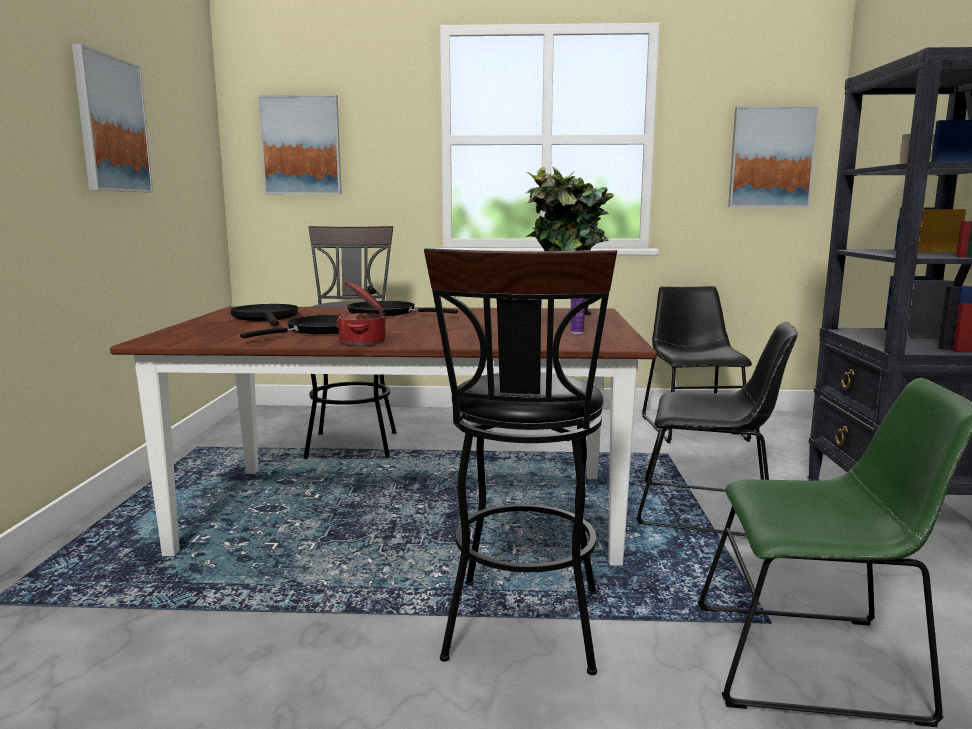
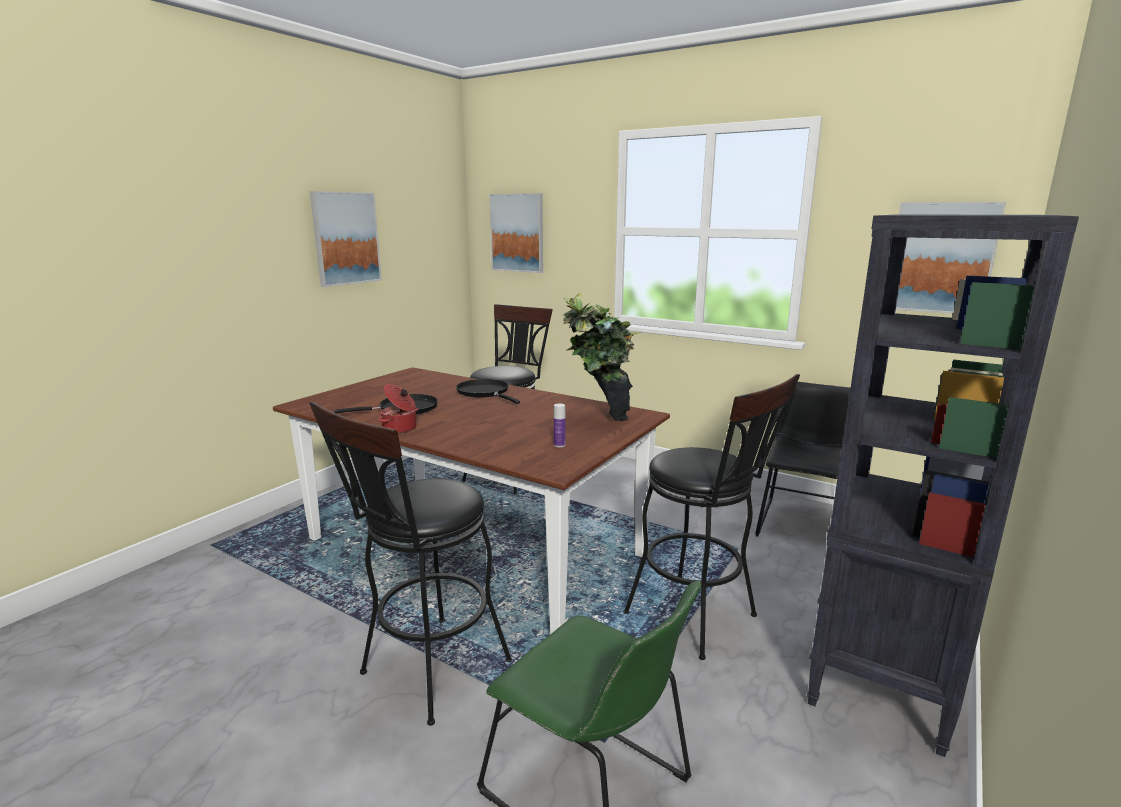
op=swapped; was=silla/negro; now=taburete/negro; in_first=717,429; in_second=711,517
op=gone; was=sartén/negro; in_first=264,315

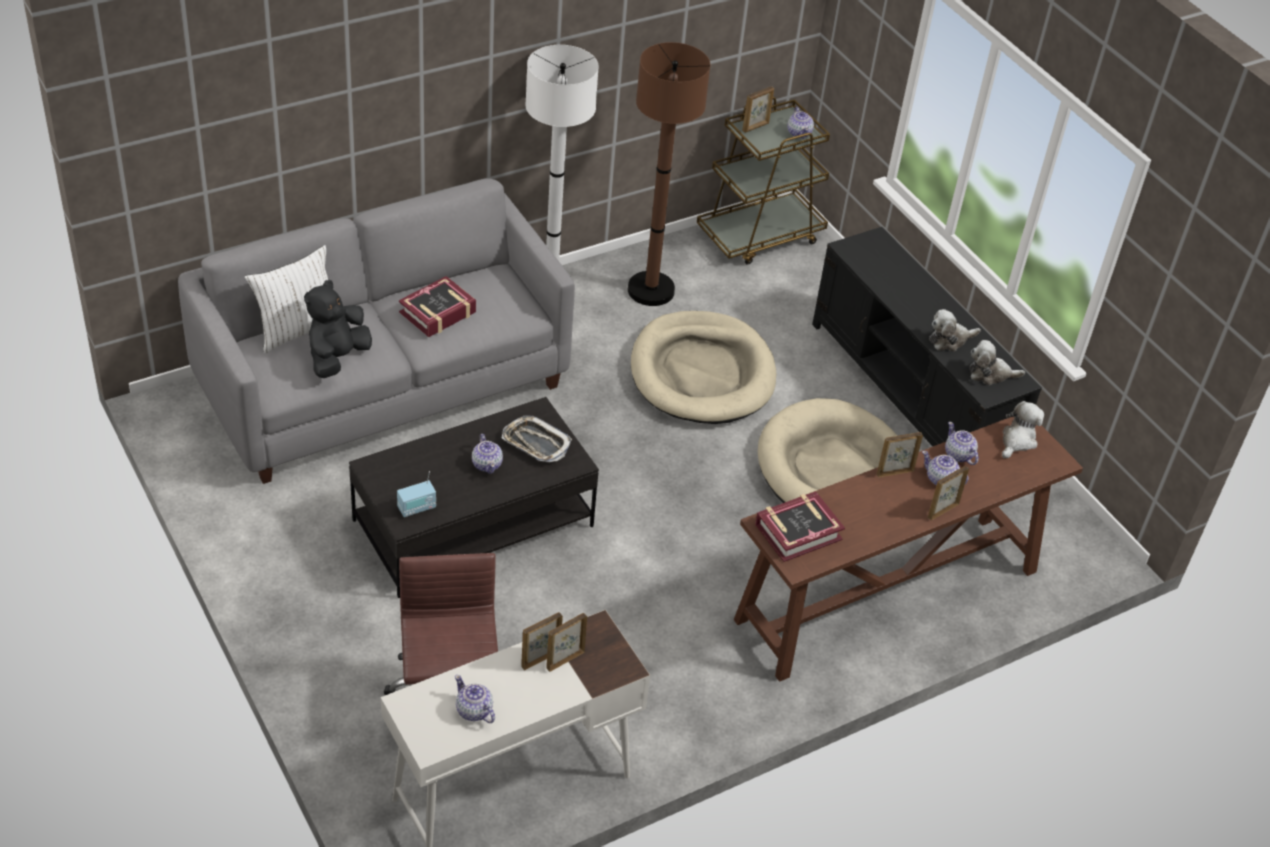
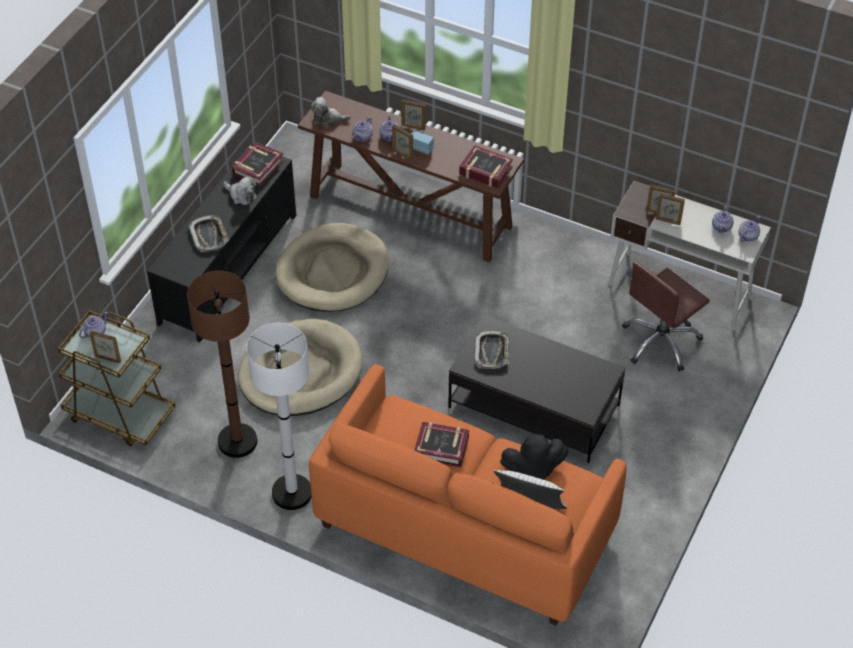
op=new; now=bandeja; in_second=209,233
op=swapped; was=peluche; now=libro; in_first=997,362; in_second=258,164
op=repainted; was=sofá/gris; now=sofá/naranja; in_first=376,331; in_second=468,495
op=shifted; was=radio; in_first=416,494; in_second=422,141
op=shifted; was=tetera; in_first=487,454; in_second=749,229

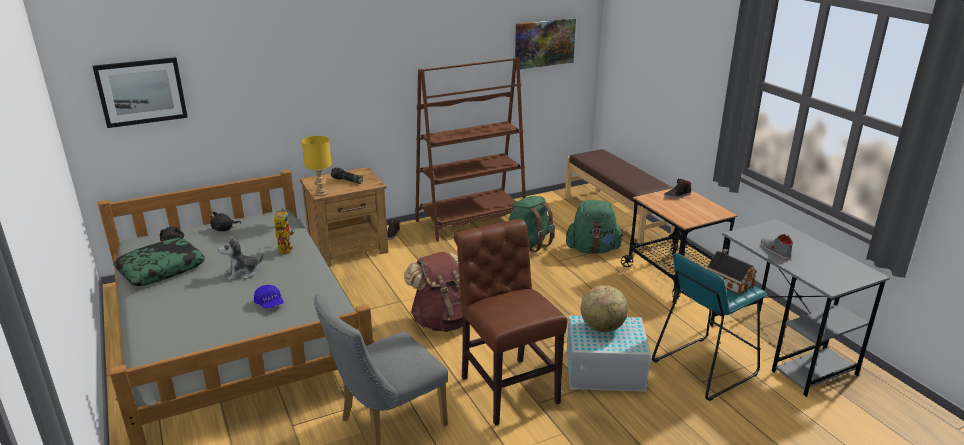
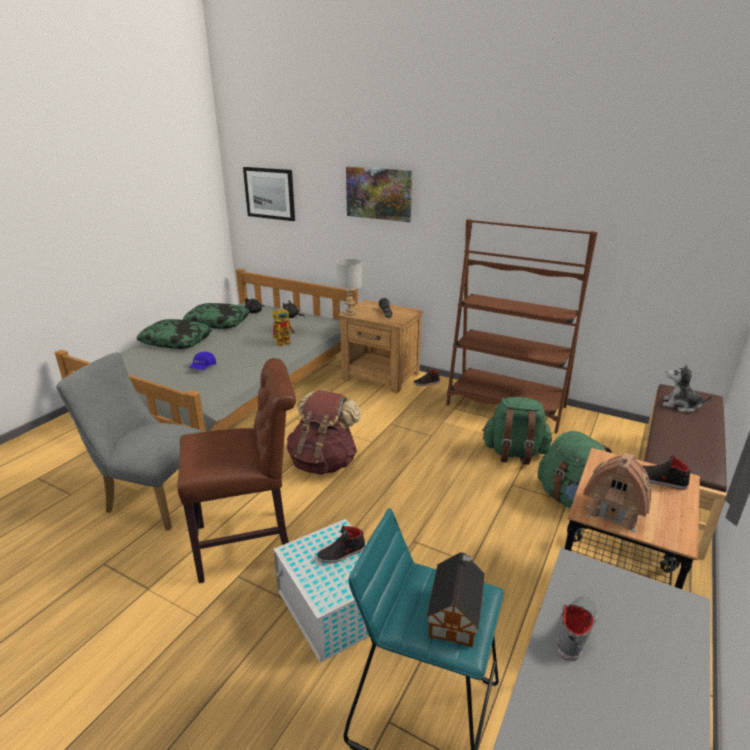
op=new; now=cojín; in_second=174,334
op=rotated; was=silla/marrón; in_first=511,322; in_second=236,470; clockwise=45
op=swapped; was=globo terráqueo; now=zapato/negro; in_first=604,308; in_second=341,545
op=repainted; was=lámpara de mesa/amarillo; now=lámpara de mesa/gris; in_first=316,166; in_second=349,287
op=shifted; was=cuadro; in_first=545,43; in_second=379,194
op=new; now=casita; in_second=617,493
op=shifted; was=peluche; in_first=240,258; in_second=687,388

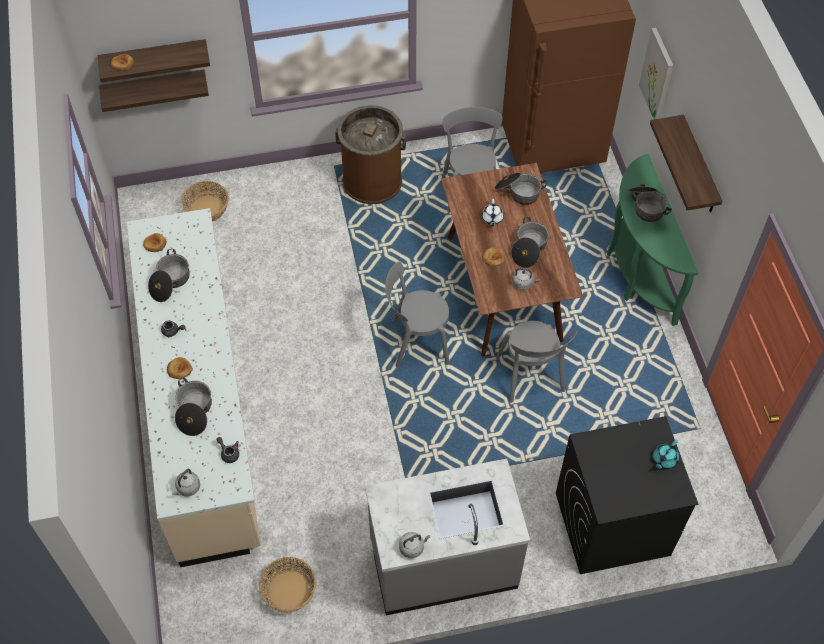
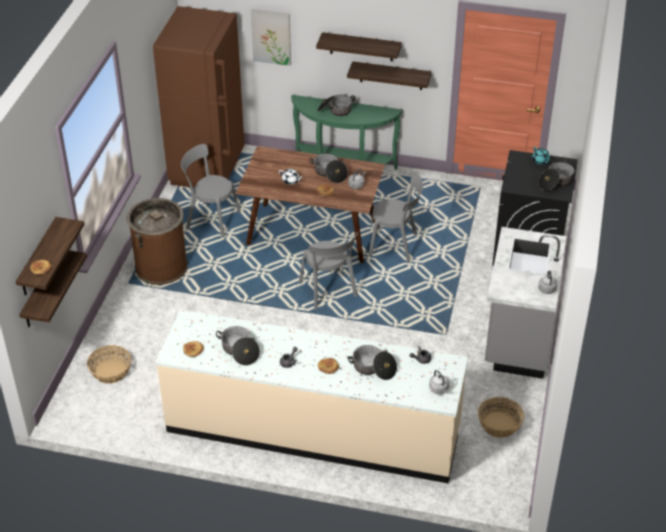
op=rotated; was=silla/gris; in_first=417,314; in_second=328,270; clockwise=-45
op=new; now=estante; in_second=389,75
op=shifted; was=olla; in_first=521,189; in_second=556,175

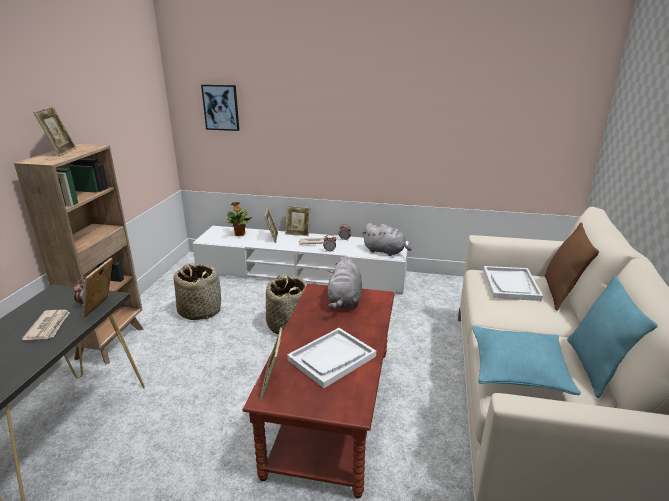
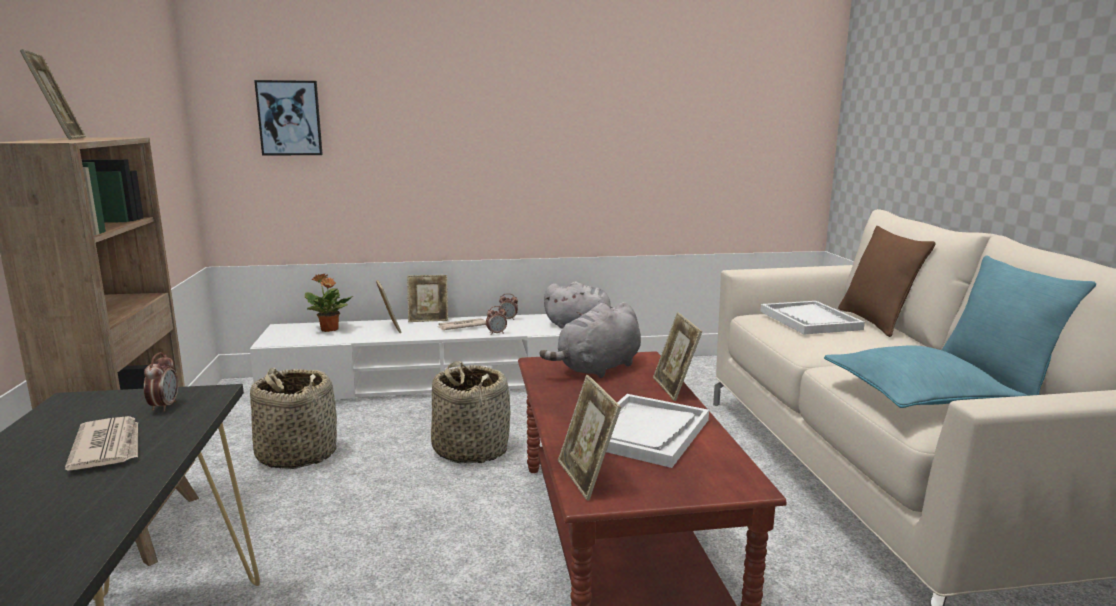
op=rotated; was=peluche/gris; in_first=345,282; in_second=590,340; clockwise=60
op=shifted; was=portarretratos; in_first=97,288; in_second=677,356

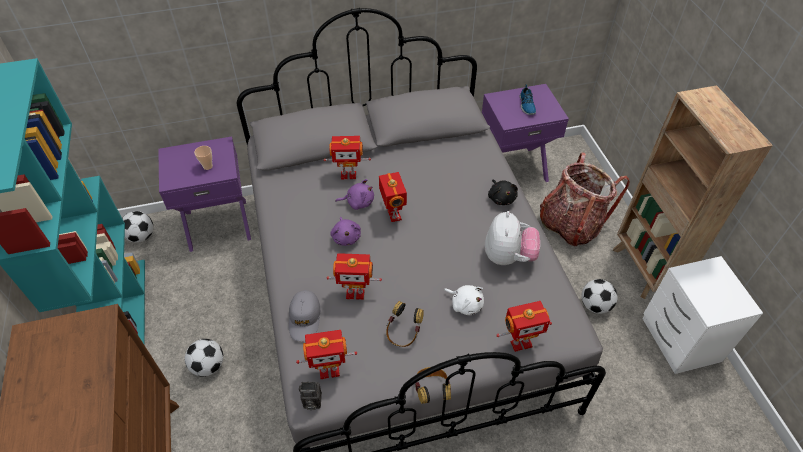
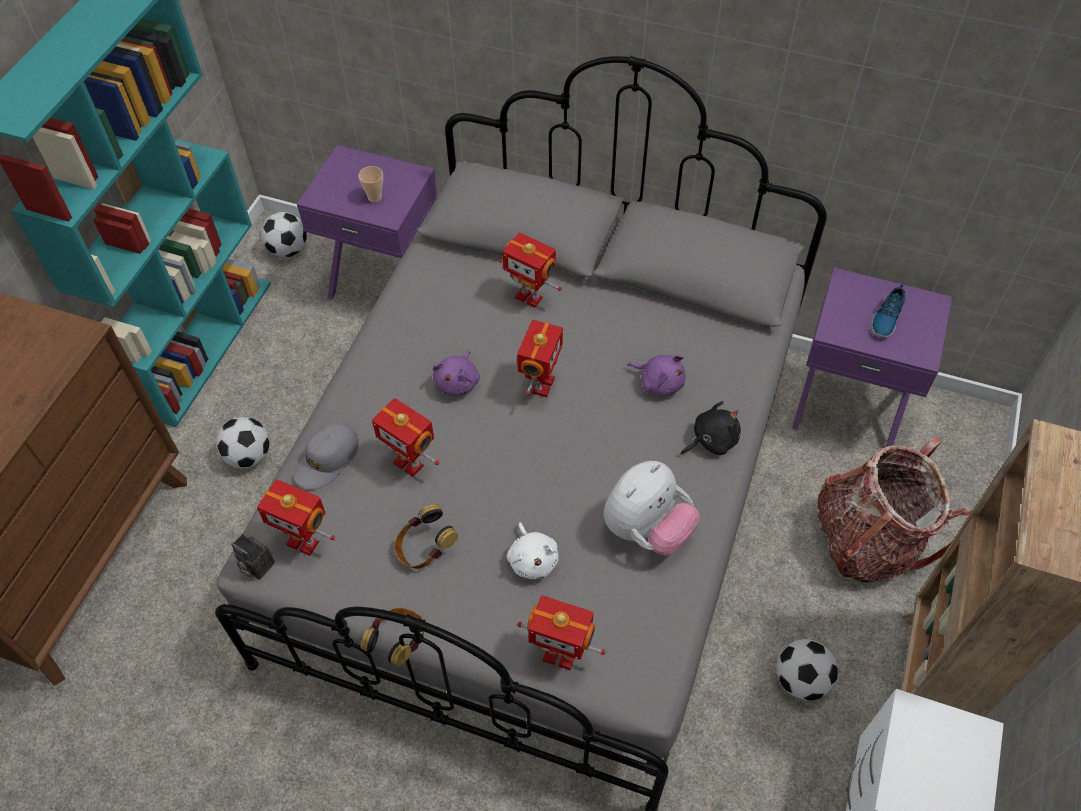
op=shifted; was=peluche/morado; in_first=354,194; in_second=656,375
op=rotated; was=peluche/negro; in_first=503,192; in_second=711,428; clockwise=-135

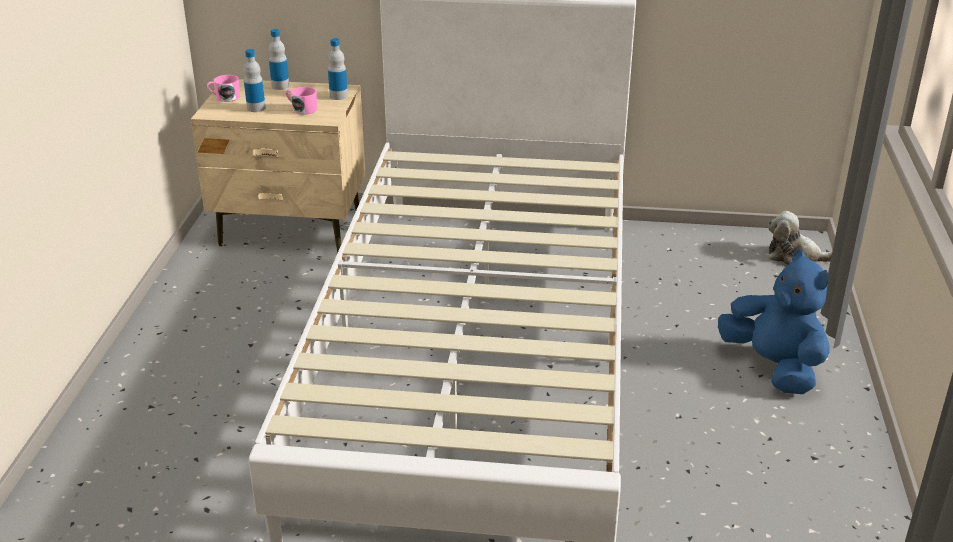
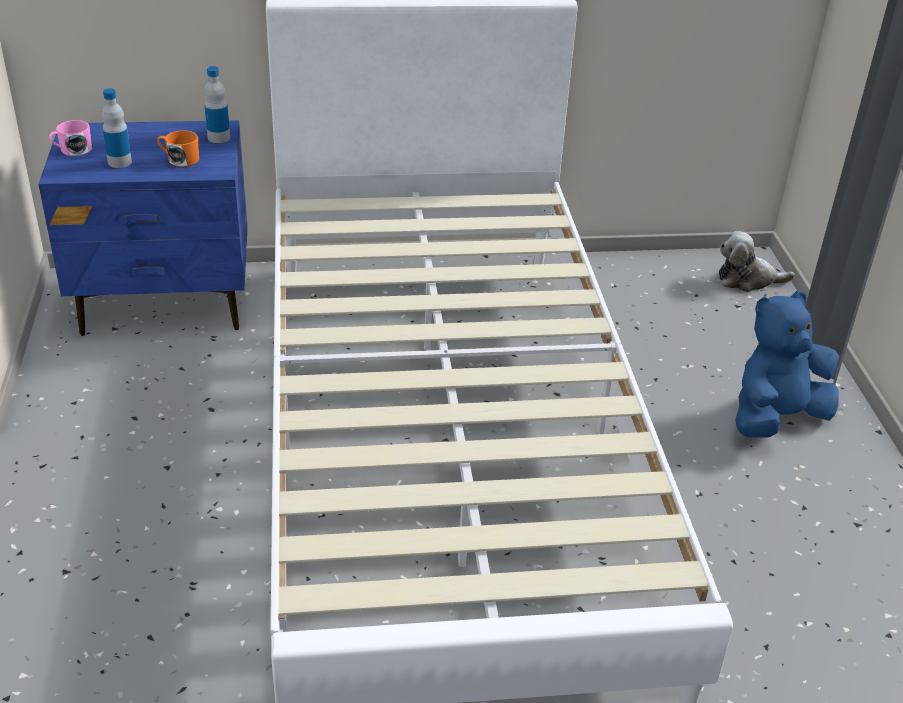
op=repainted; was=mesita de noche/beis; now=mesita de noche/azul; in_first=278,165; in_second=143,228
op=repainted; was=taza grande/rosa; now=taza grande/naranja; in_first=301,101; in_second=178,148
op=rotated; was=peluche/azul; in_first=774,321; in_second=787,363; clockwise=-75
op=gone; was=botella; in_first=279,59

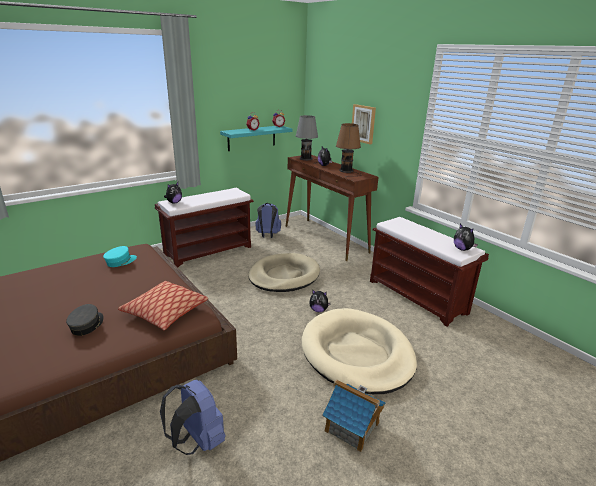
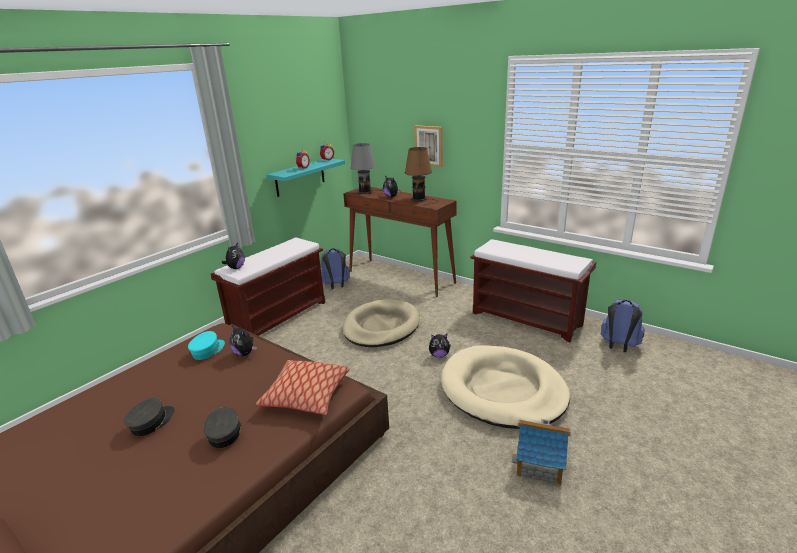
op=new; now=gorra/gris; in_second=149,417
op=shifted; was=peluche; in_first=466,237; in_second=243,340
op=shifted; was=mochila/azul; in_first=192,417; in_second=623,325

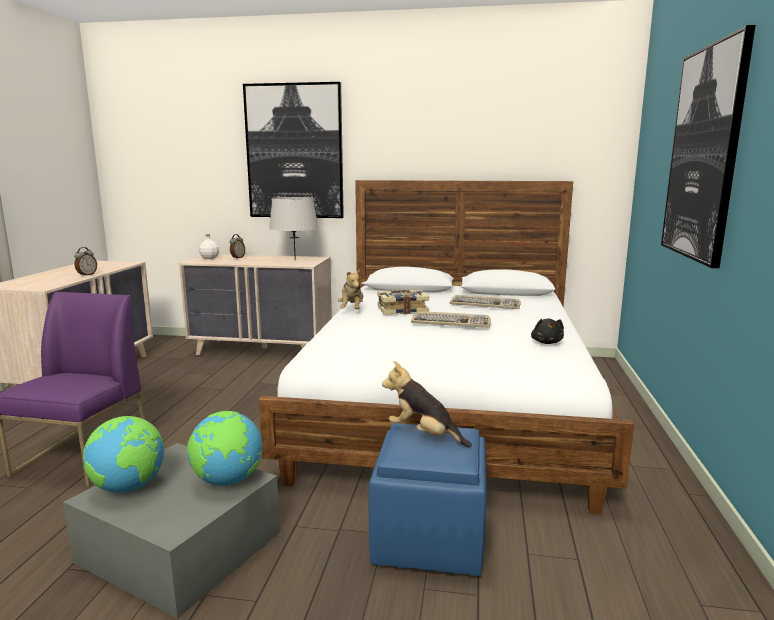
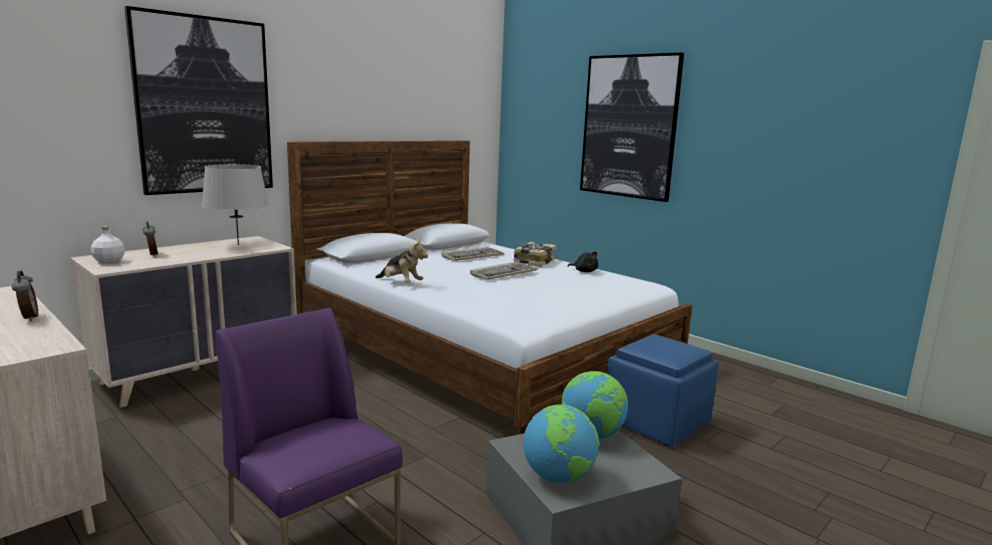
op=shifted; was=libro; in_first=403,302; in_second=534,254
op=gone; was=peluche; in_first=427,404

